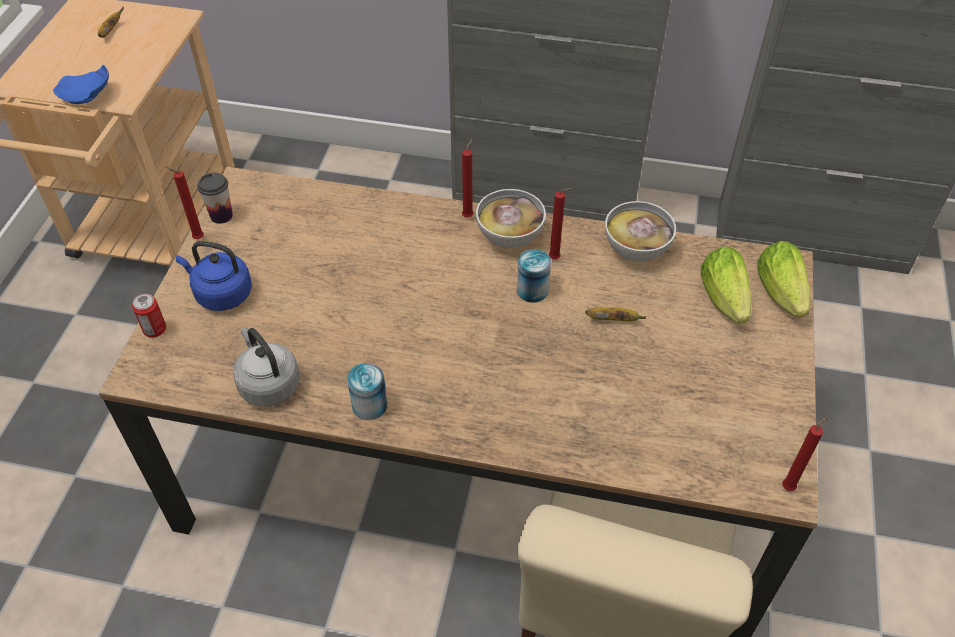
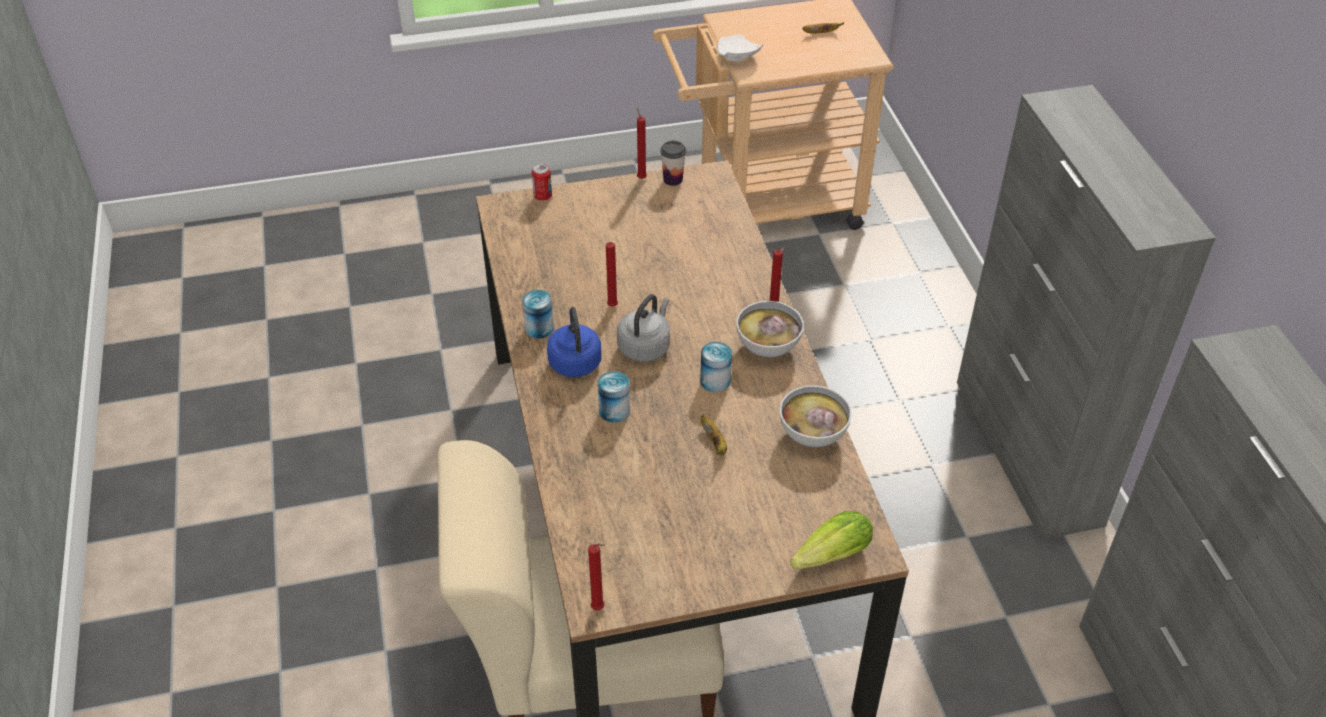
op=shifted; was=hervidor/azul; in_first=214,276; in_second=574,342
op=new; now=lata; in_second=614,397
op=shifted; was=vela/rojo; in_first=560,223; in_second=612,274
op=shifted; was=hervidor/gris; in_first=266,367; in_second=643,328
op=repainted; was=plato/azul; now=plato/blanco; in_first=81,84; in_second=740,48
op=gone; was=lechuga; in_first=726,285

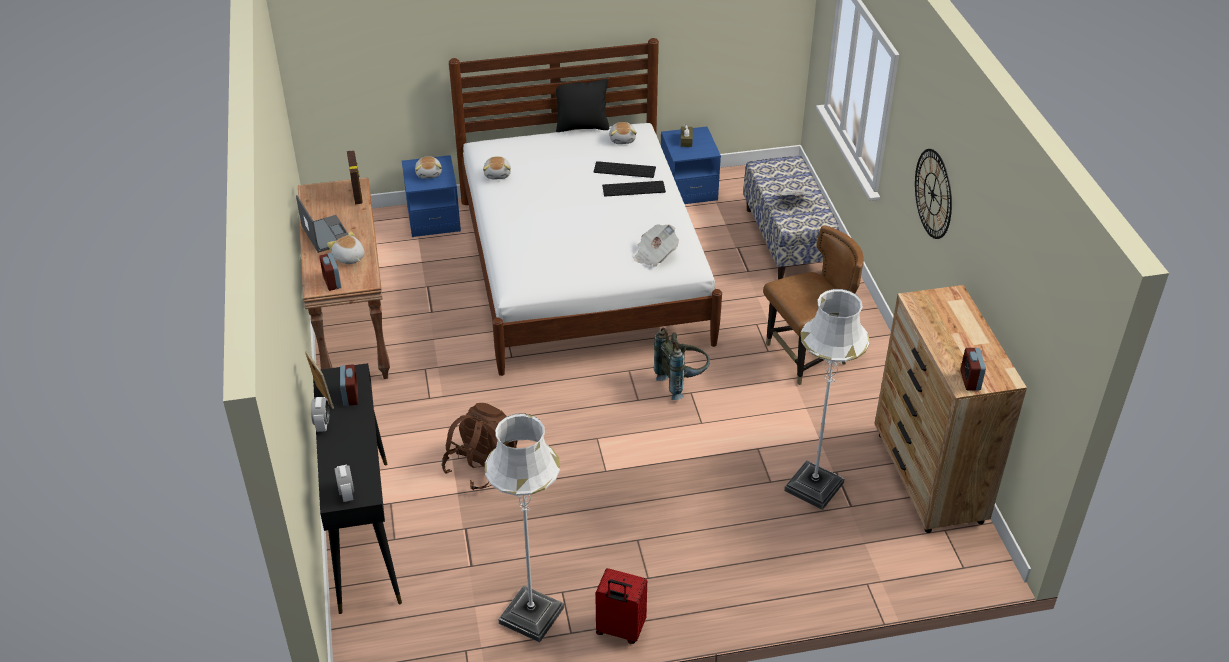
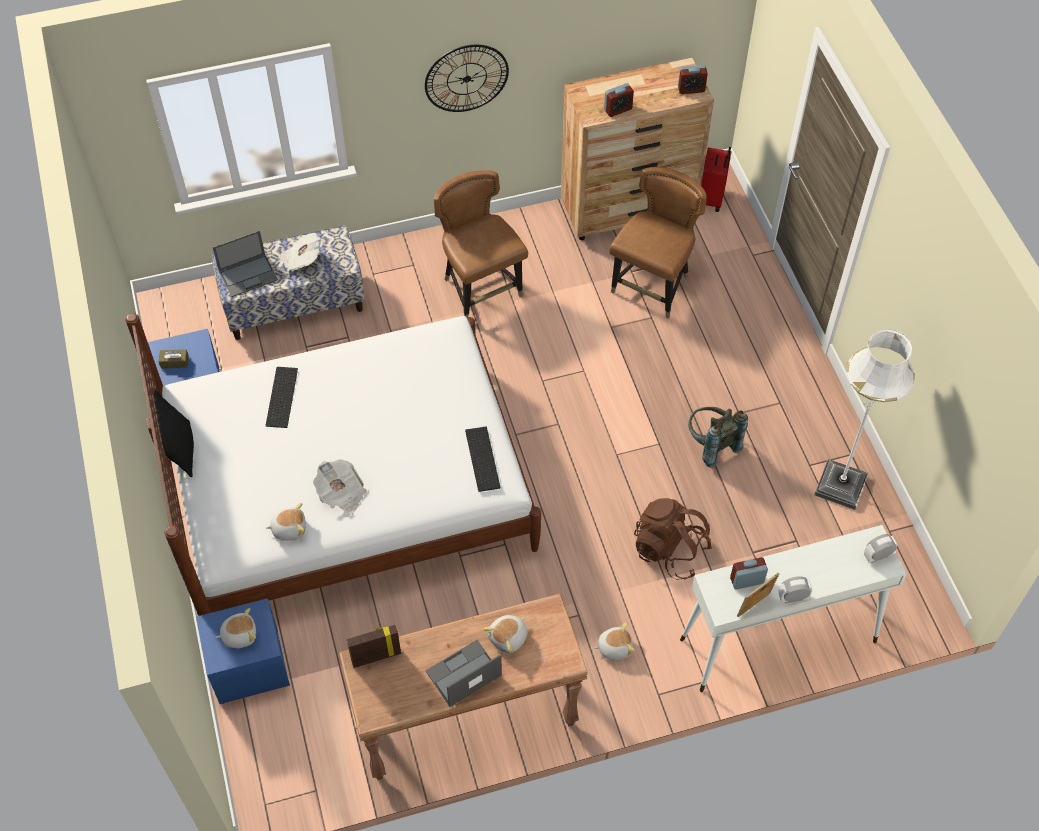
op=new; now=portátil; in_second=245,263
op=shifted; was=periódico; in_first=656,245; in_second=340,487
op=shifted; was=teclado; in_first=634,189; in_second=482,459
op=shifted; was=peluche; in_first=623,133; in_second=614,641
op=shifted; was=despertador; in_first=330,272; in_second=619,100
op=swapped; was=lámpara de pie/blanco; now=silla/marrón; in_first=827,399; in_second=658,243
op=repainted; was=mesa consola/negro; now=mesa consola/blanco; in_first=357,488; in_second=793,608
op=shifted; was=mochila/gris; in_first=682,364; in_second=718,437
op=shifted; was=maleta/rojo; in_first=621,606; in_second=716,179

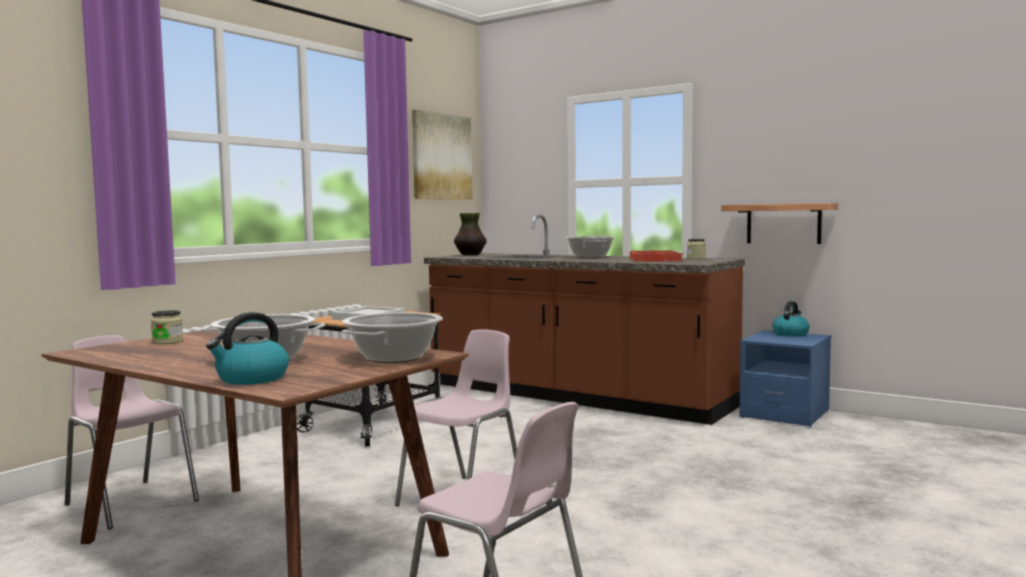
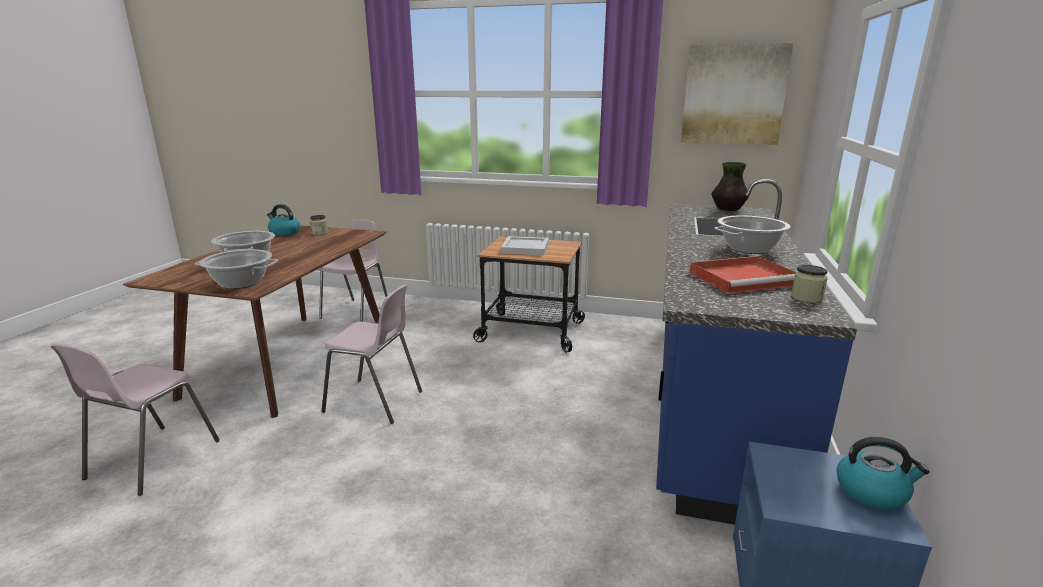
op=shifted; was=hervidor; in_first=247,348; in_second=284,220
op=repainted; was=mueble bajo de cocina/marrón; now=mueble bajo de cocina/azul; in_first=584,320; in_second=756,352
op=gone; was=estante; in_first=779,223

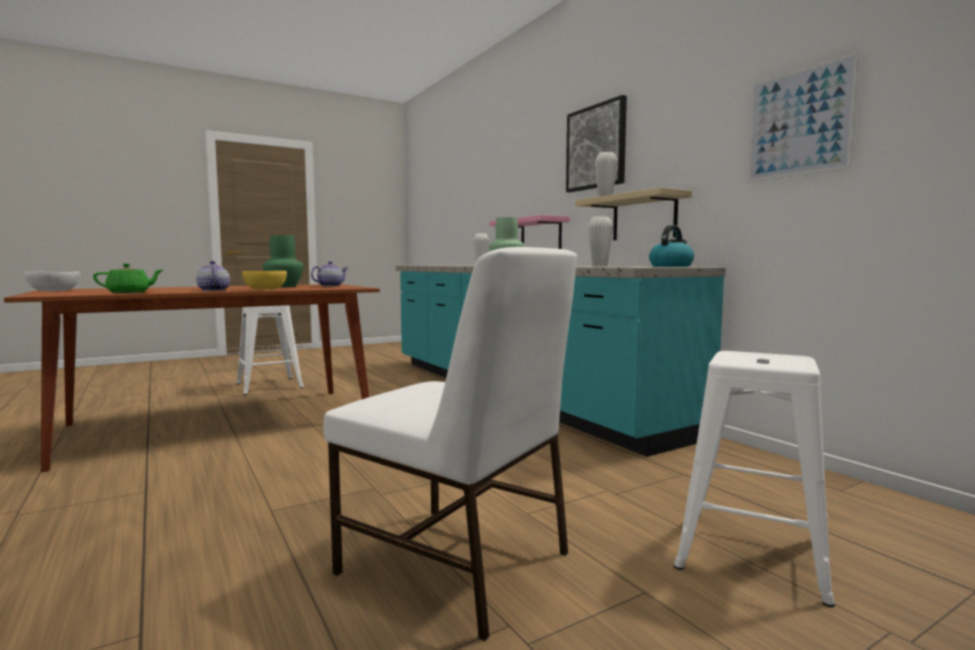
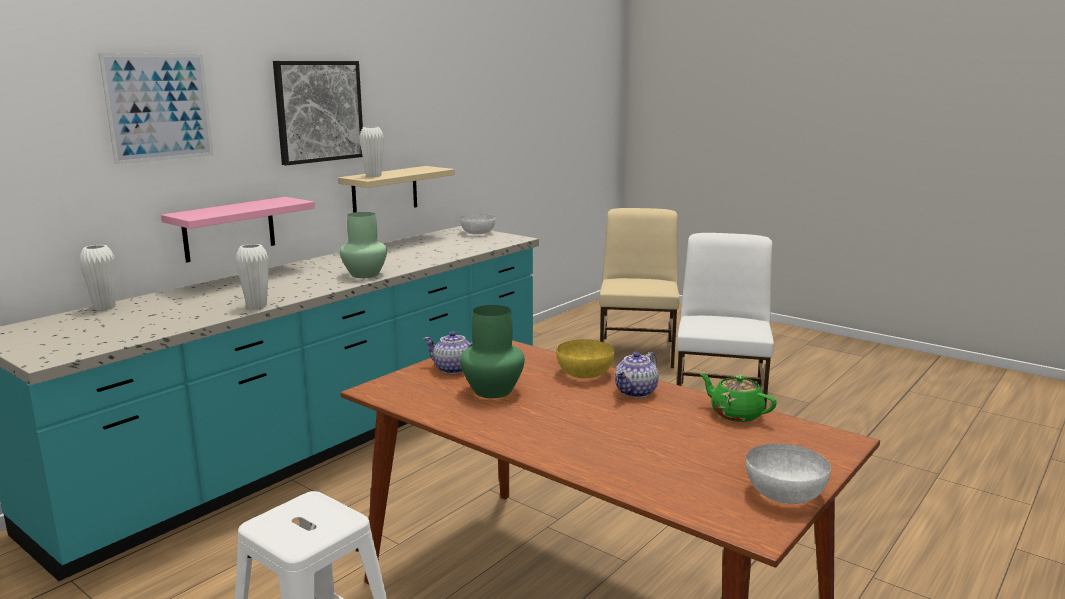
op=shifted; was=cuadro; in_first=803,116; in_second=156,108
op=shifted; was=florero/blanco; in_first=600,241; in_second=252,276
op=swapped; was=hervidor; now=cuenco/blanco; in_first=671,246; in_second=477,224
op=swapped; was=taburete/blanco; now=silla/beis; in_first=754,479; in_second=639,288

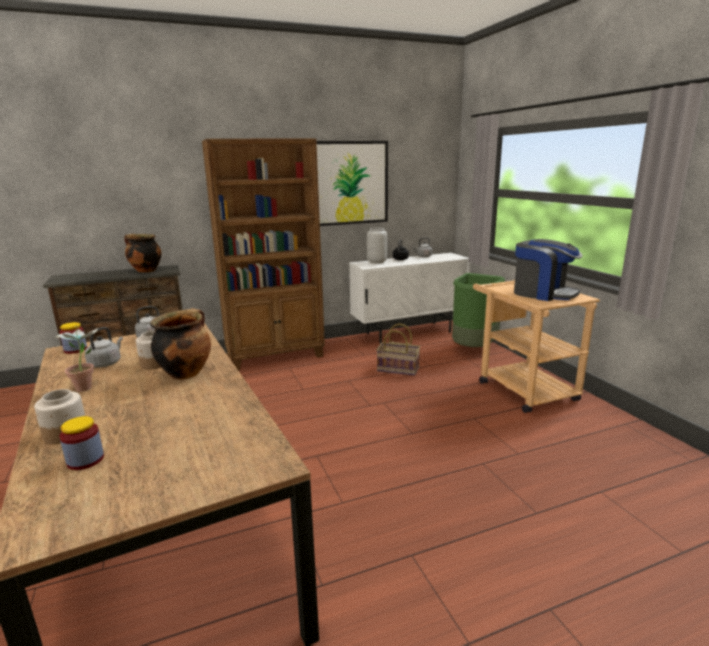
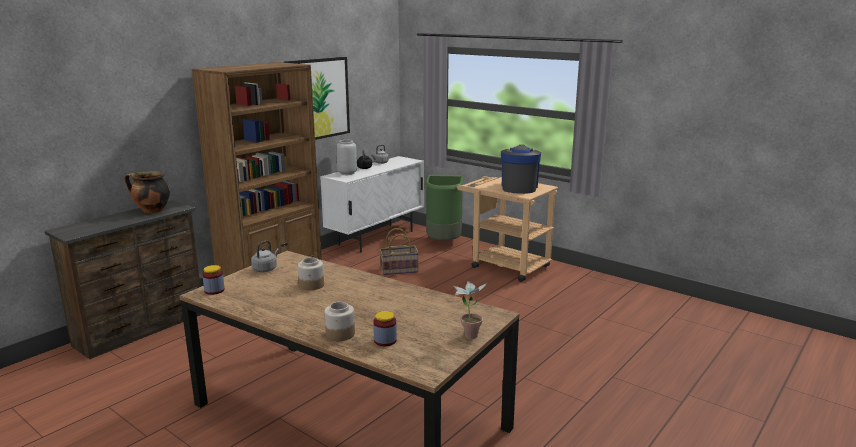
op=shifted; was=planta en maceta; in_first=77,358; in_second=470,310
op=rotated; was=cafetera; in_first=548,270; in_second=521,169; clockwise=-90
op=gone; was=hervidor/gris; in_first=104,347
op=gone; was=olla; in_first=180,344

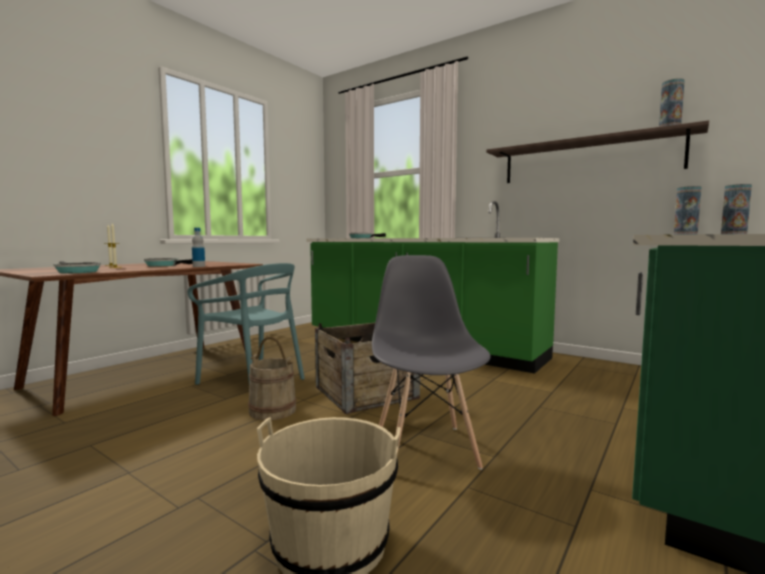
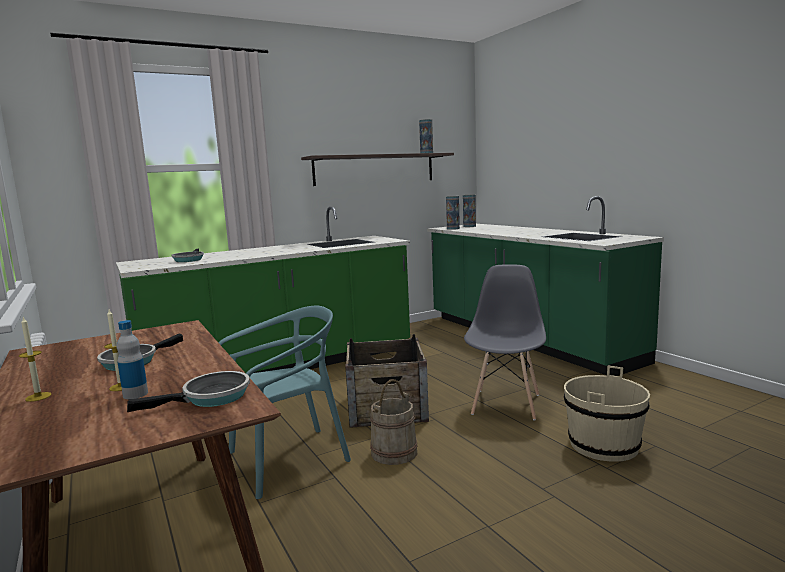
op=shifted; was=botella; in_first=198,247; in_second=132,359
op=rotated; was=silla/gris; in_first=431,362; in_second=505,342; clockwise=90

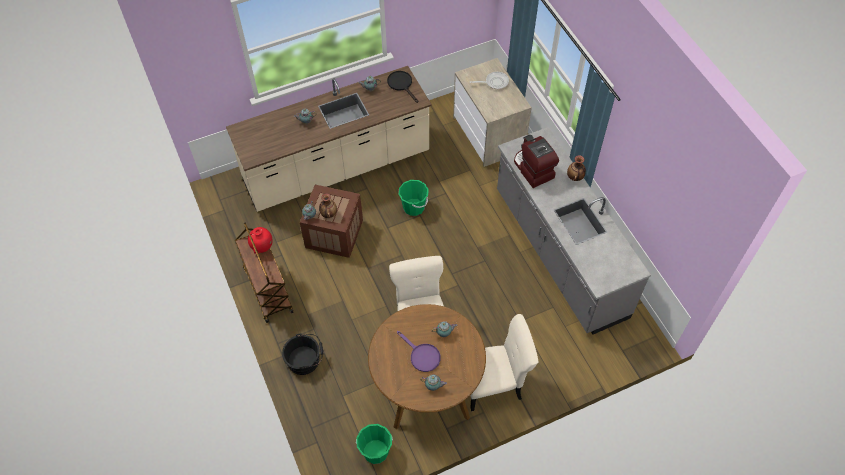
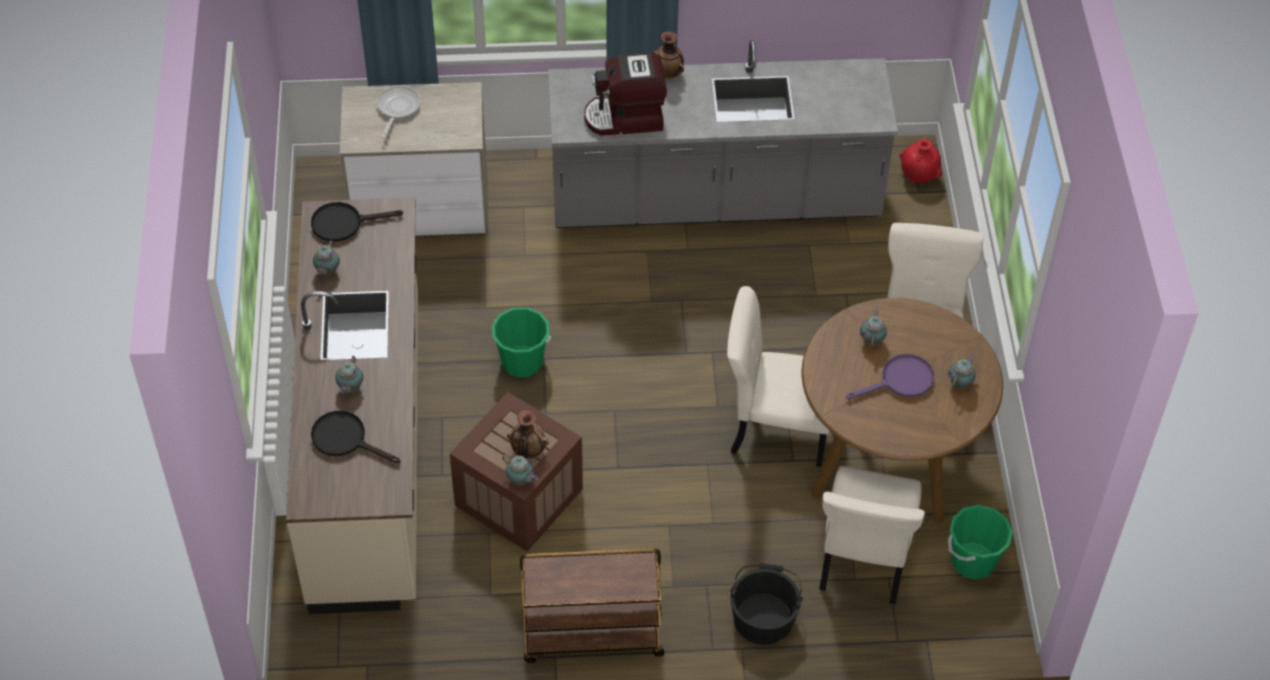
op=new; now=sartén/negro; in_second=356,437
op=new; now=silla/beis; in_second=872,535
op=shifted; was=florero/rojo; in_first=260,240; in_second=921,161

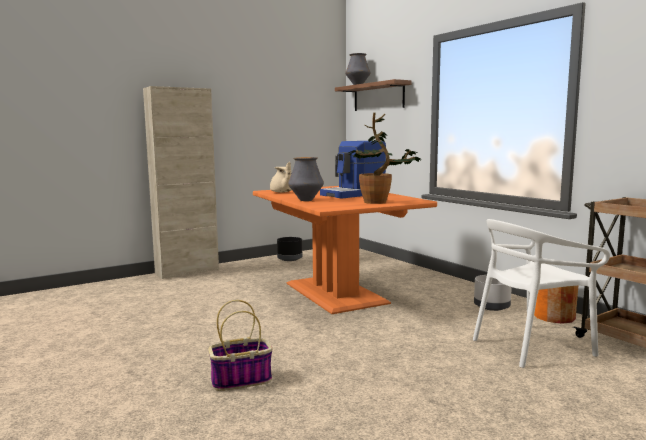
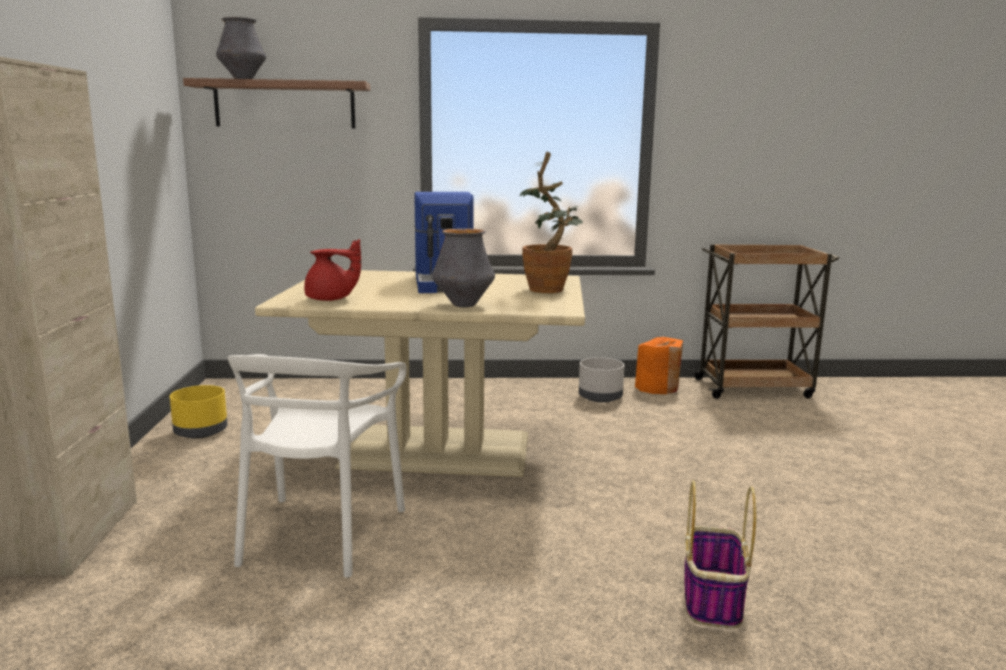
op=repainted; was=maceta/negro; now=maceta/amarillo; in_first=289,249; in_second=198,412
op=shifted; was=silla/blanco; in_first=541,293; in_second=317,466
op=repainted; was=mesa de comedor/naranja; now=mesa de comedor/beis; in_first=345,250; in_second=420,373
op=repainted; was=tetera/beis; now=tetera/rojo; in_first=281,177; in_second=332,270

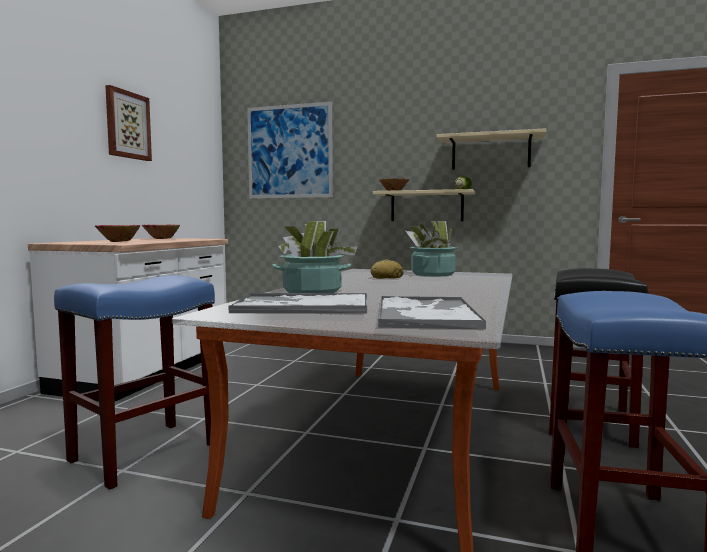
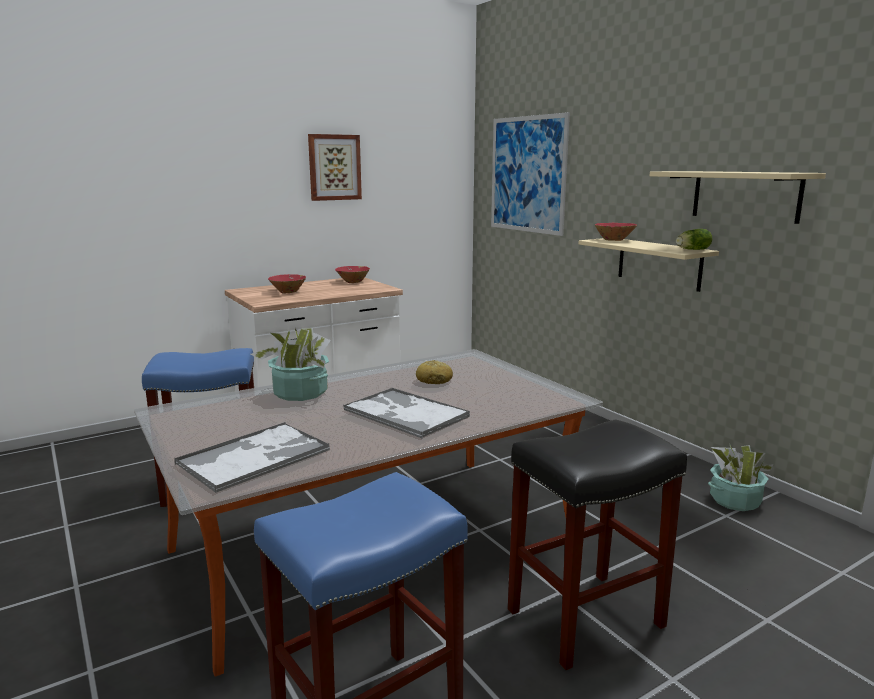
op=shifted; was=bandeja; in_first=297,303; in_second=406,413
op=shifted; was=planta en maceta; in_first=431,249; in_second=741,477

